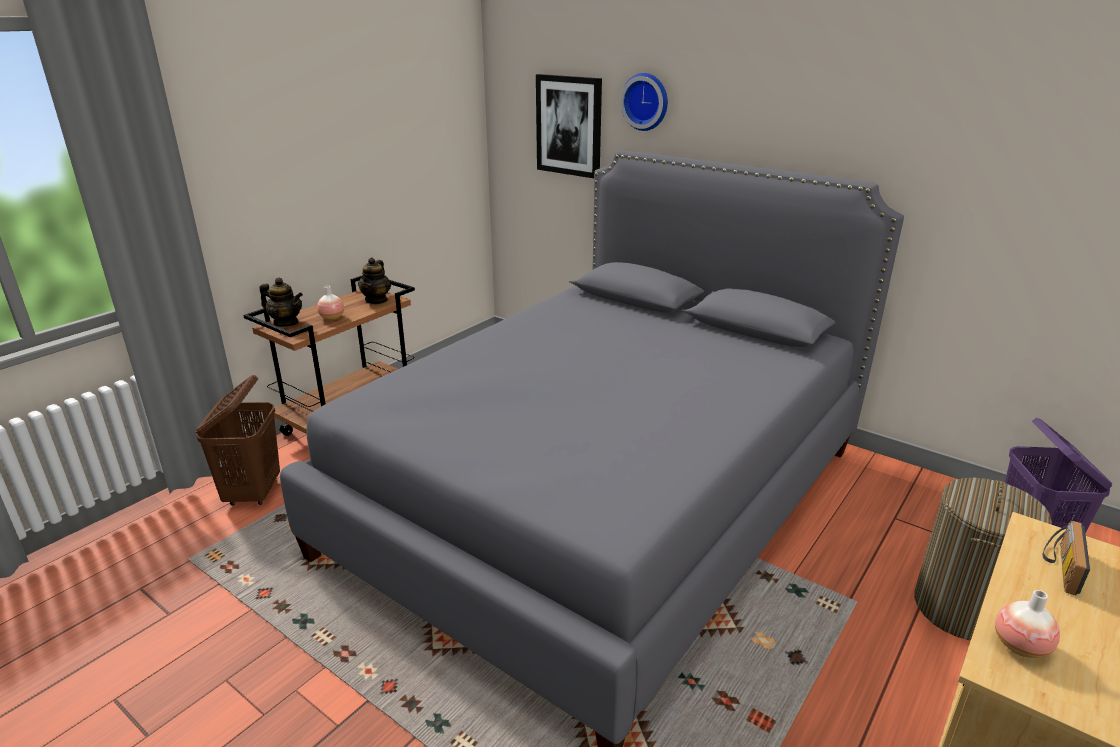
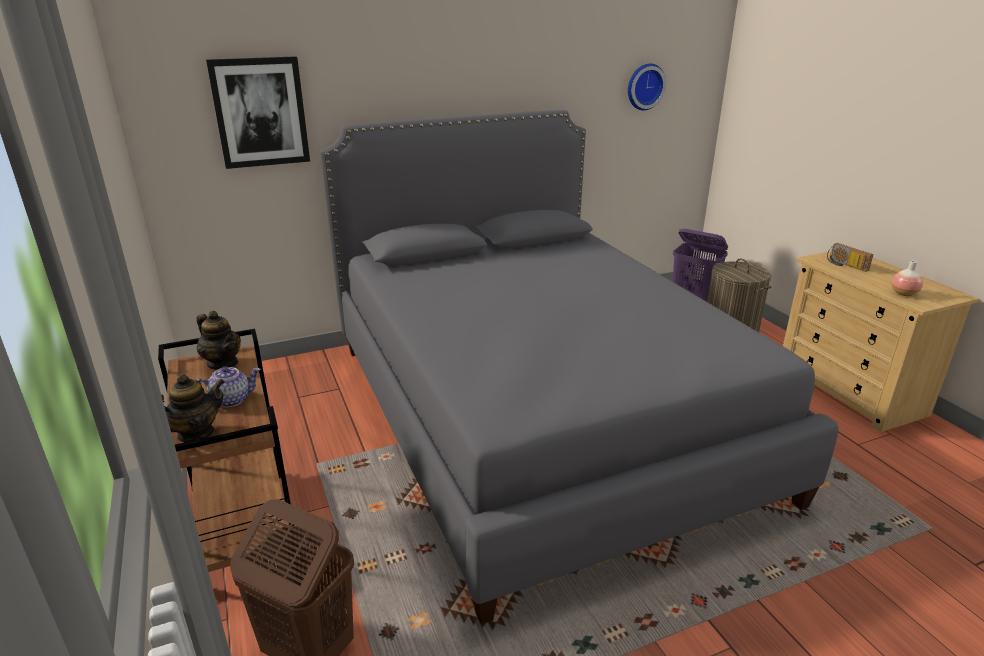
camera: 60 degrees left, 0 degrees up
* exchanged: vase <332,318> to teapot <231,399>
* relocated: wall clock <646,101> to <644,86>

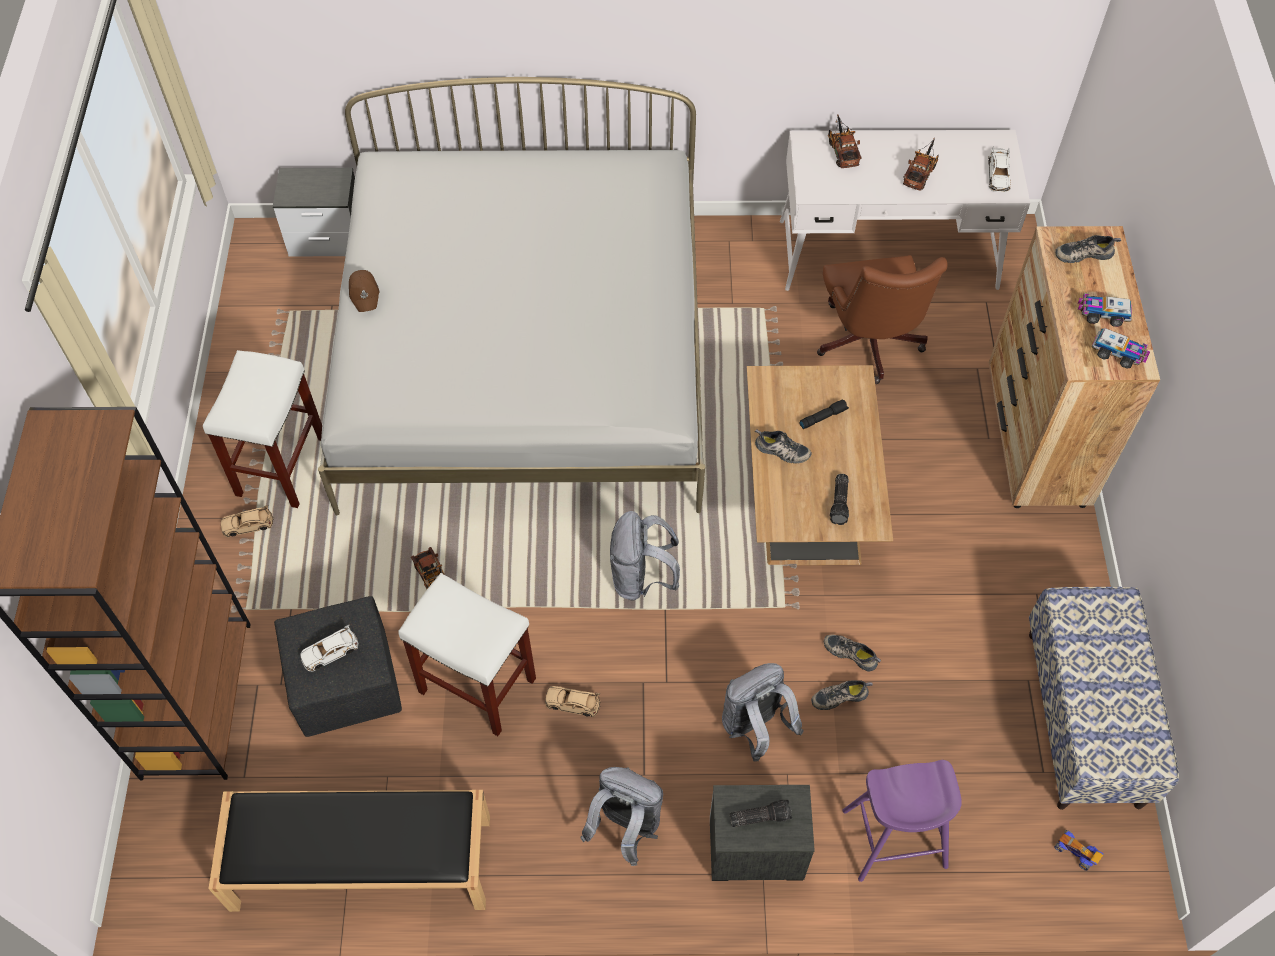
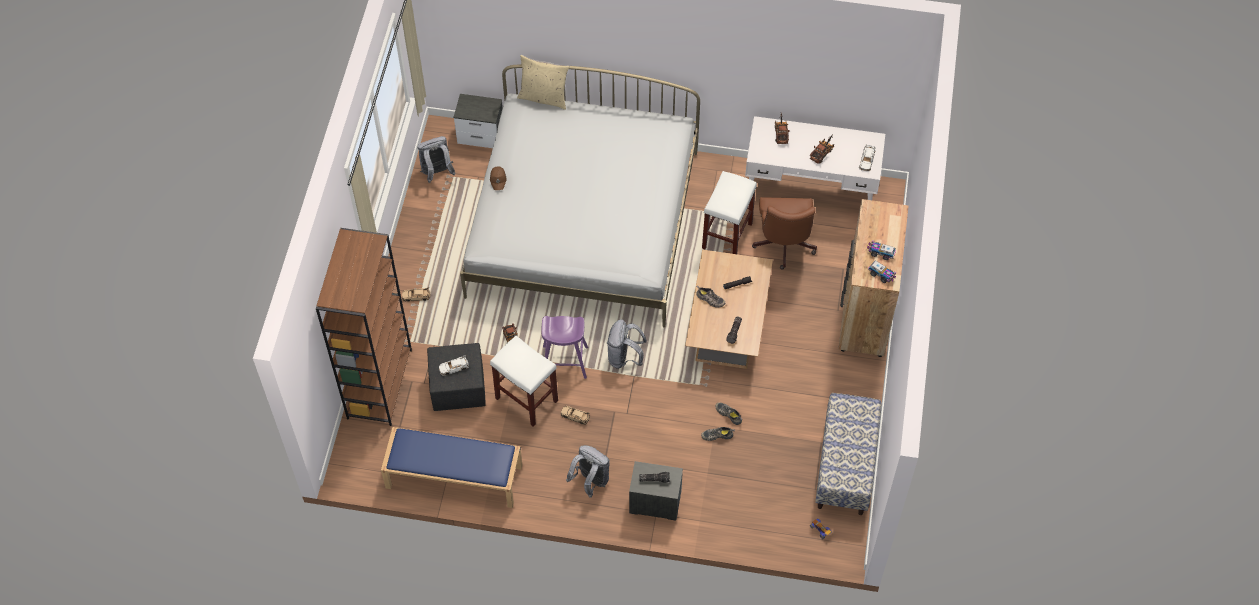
camera: 10 degrees right, 0 degrees up
* colour: black bench <360,864> to blue bench <453,477>
* relocated: grey backpack <755,727> to <437,173>
* appeared: beige pillow <544,97>
* relocated: purple stool <895,838> to <564,362>
* relocated: white stool <281,465> to <727,235>
* missing: shoe <1084,253>

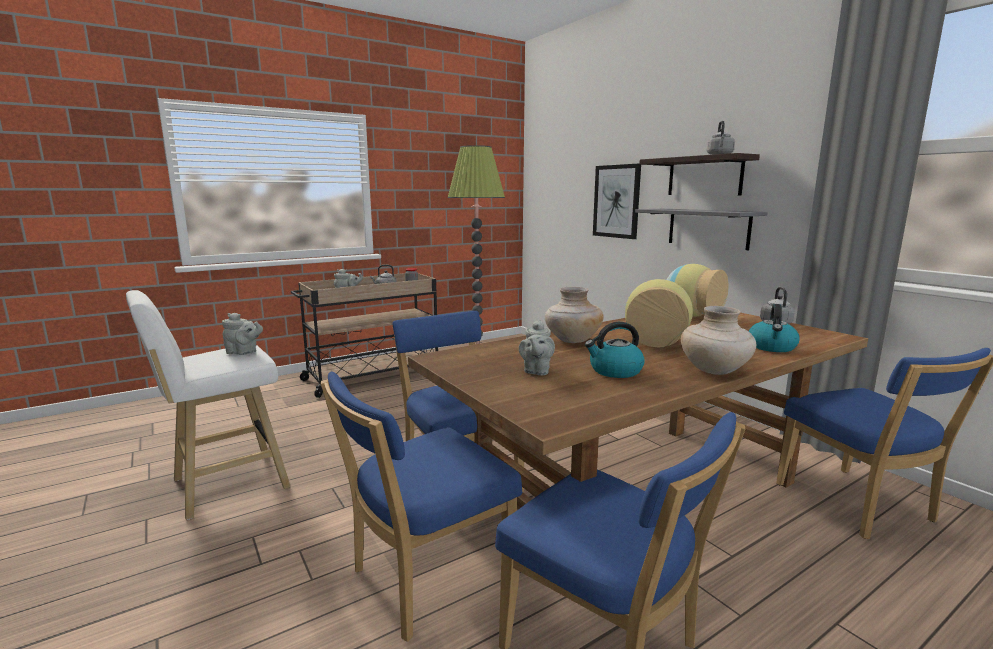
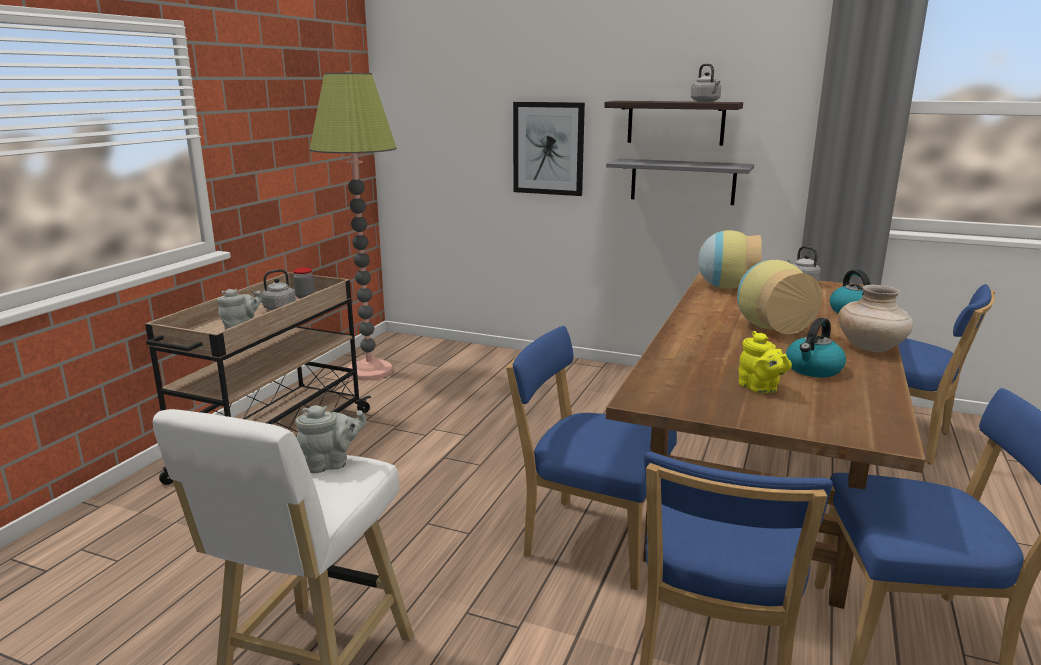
camera: 35 degrees left, 5 degrees up
* colour: grey teapot <536,371> to yellow teapot <760,388>
* missing: beige vase <572,340>

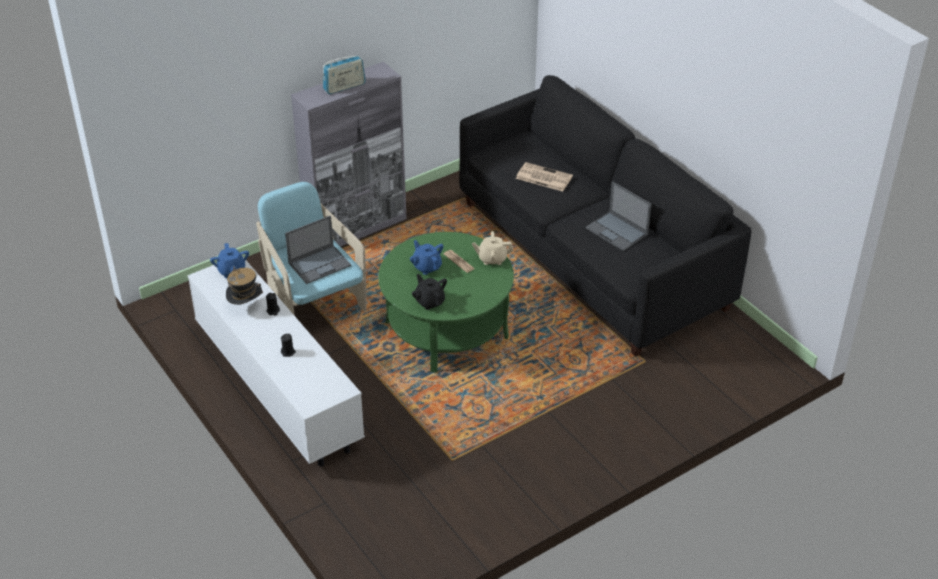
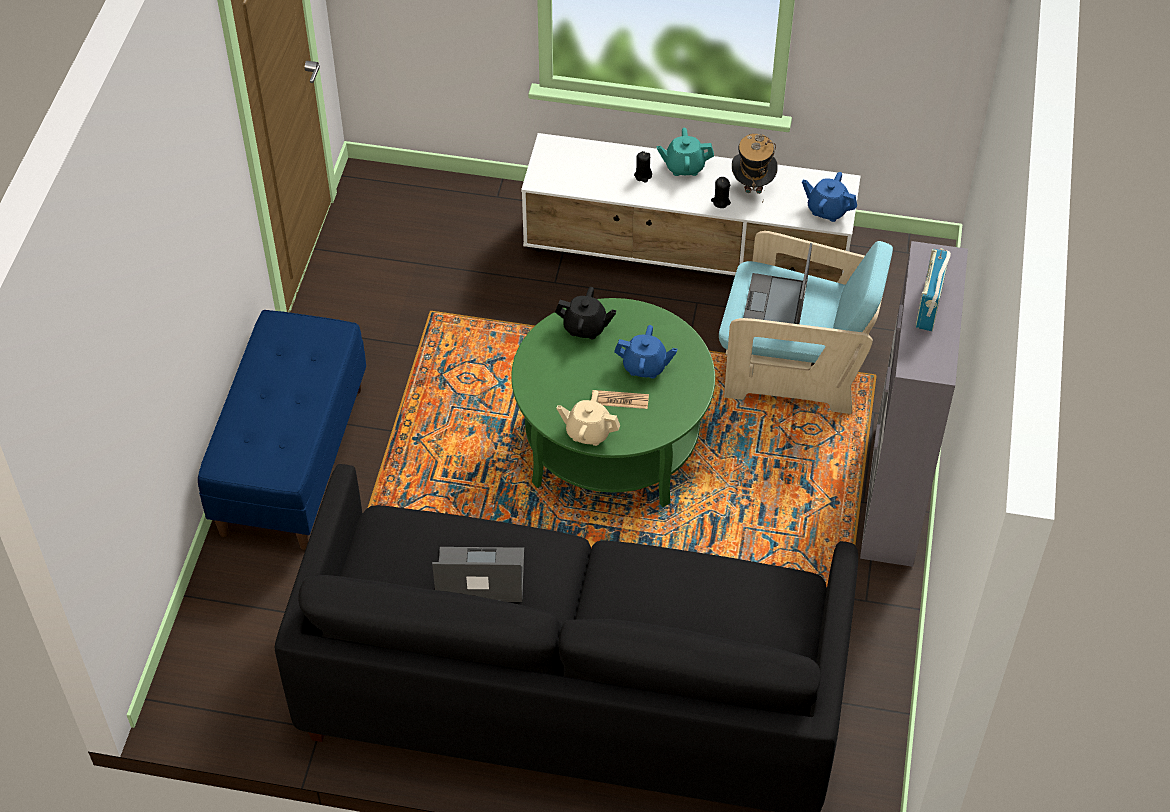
camera: 135 degrees right, 10 degrees up
* appeared: blue bench <291,459>
* spun: beige teapot <492,259> = <588,432> 120 degrees counterclockwise
* appeared: turquoise teapot <684,167>
* missing: newspaper <543,177>

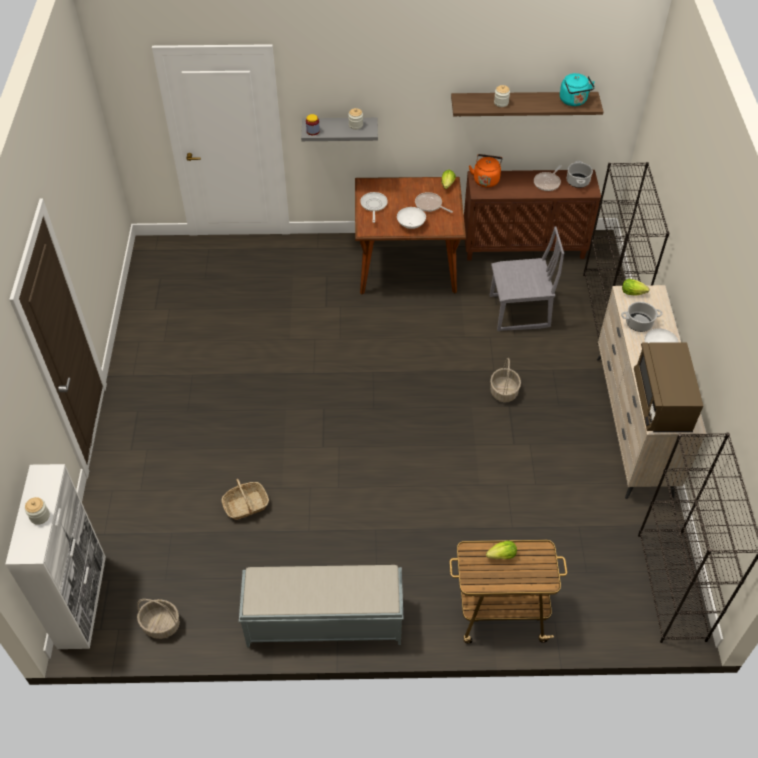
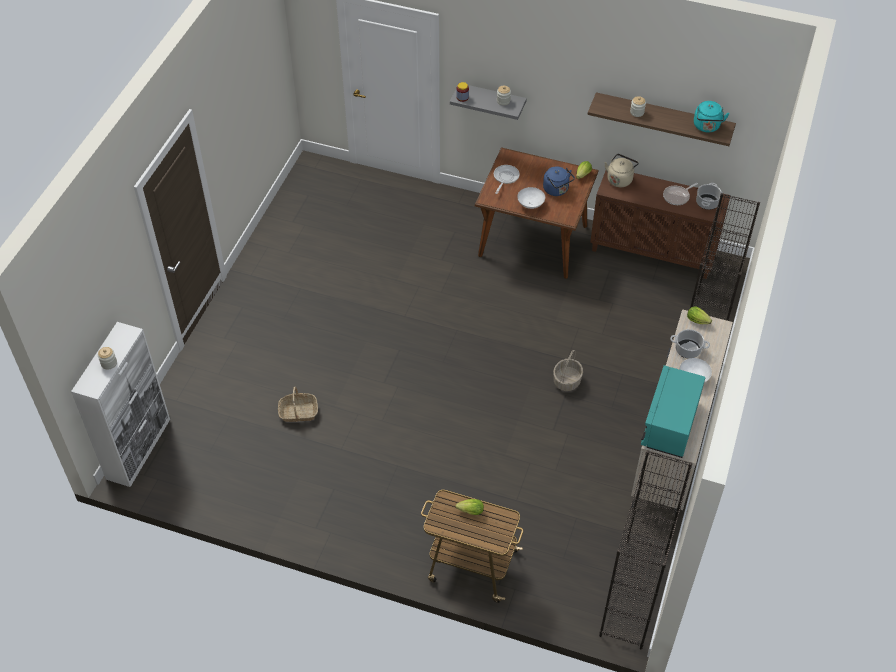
camera: 20 degrees right, 0 degrees up
* exchanged: frying pan <430,205> to blue kettle <557,190>
* colour: orange kettle <486,179> to beige kettle <620,179>
* colour: brown microwave <661,402> to turquoise microwave <670,424>
* missing: basket <160,625>
* missing: grey bench <323,622>
* missing: grey chair <519,312>

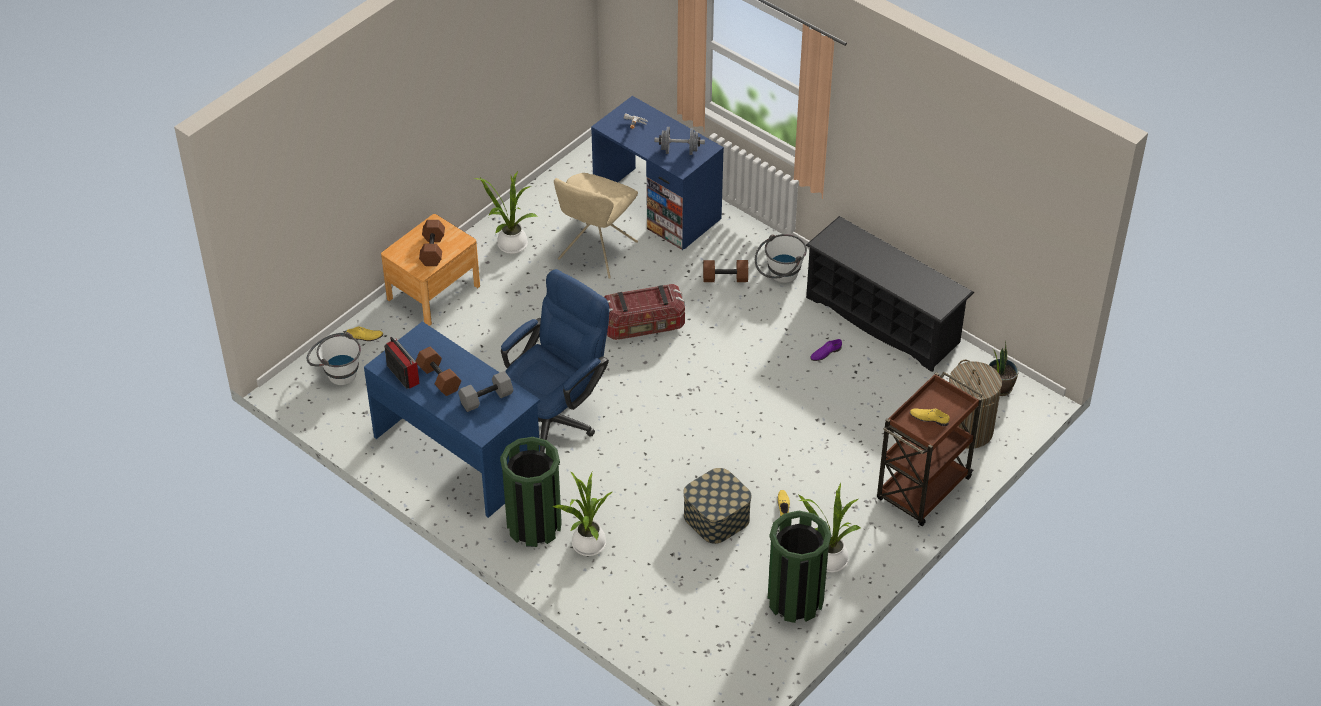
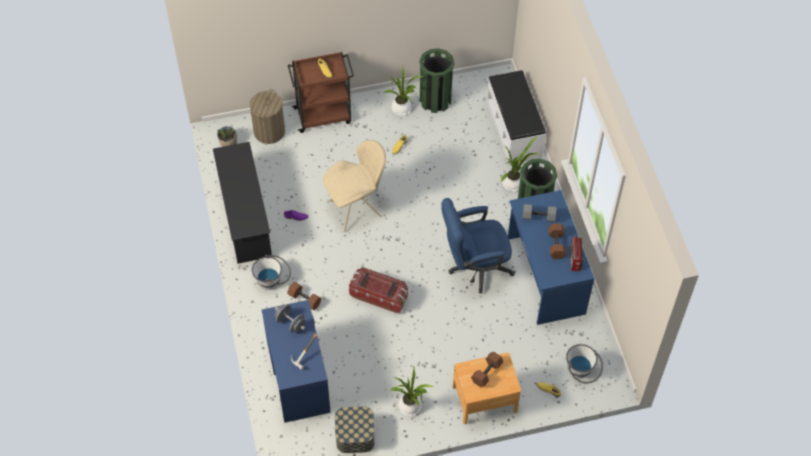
camera: 145 degrees left, 10 degrees up
* relocated: beige chair <596,252> to <356,208>
* relocated: storage box <716,517> to <355,435>
* appeared: white bench <514,130>

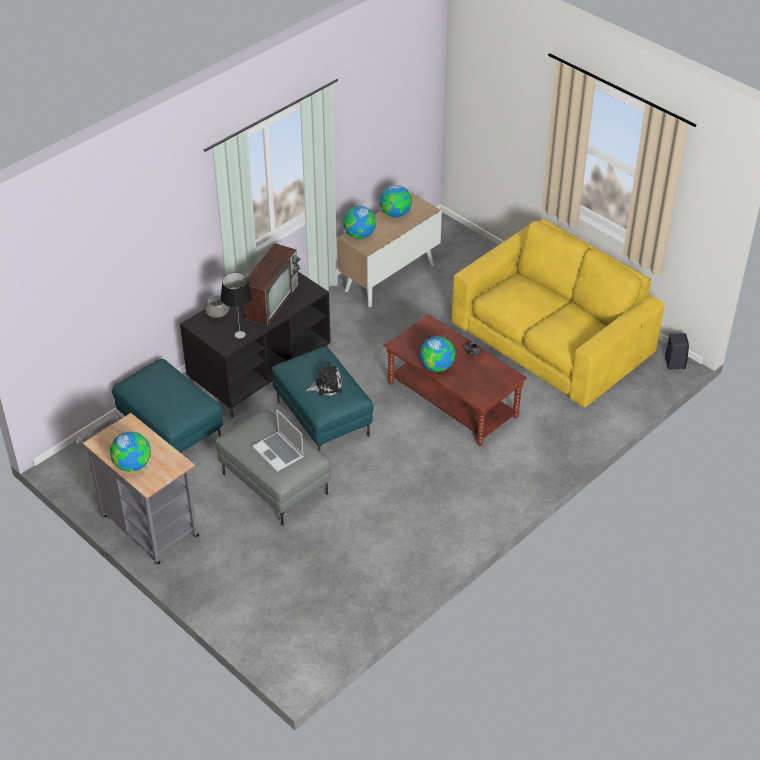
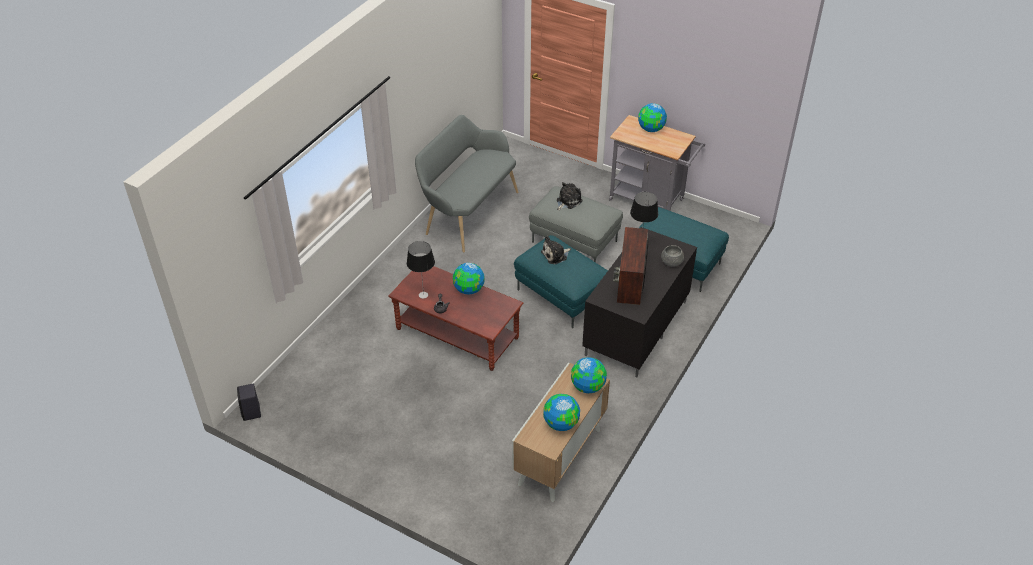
camera: 165 degrees right, 0 degrees up
* appeared: table lamp <423,294>
* appeared: grey bench <467,212>
* exchanged: laptop <279,452> to plush toy <567,201>
* missing: yellow sofa <553,340>

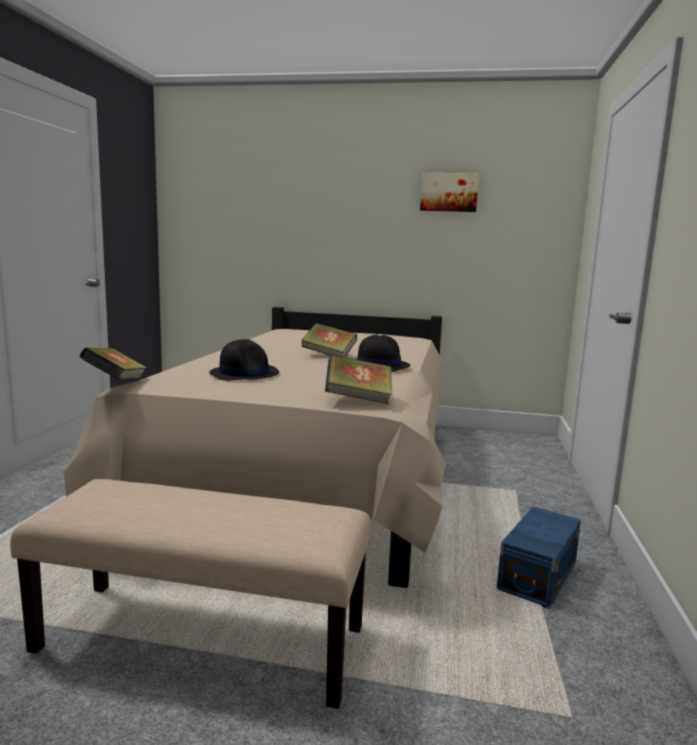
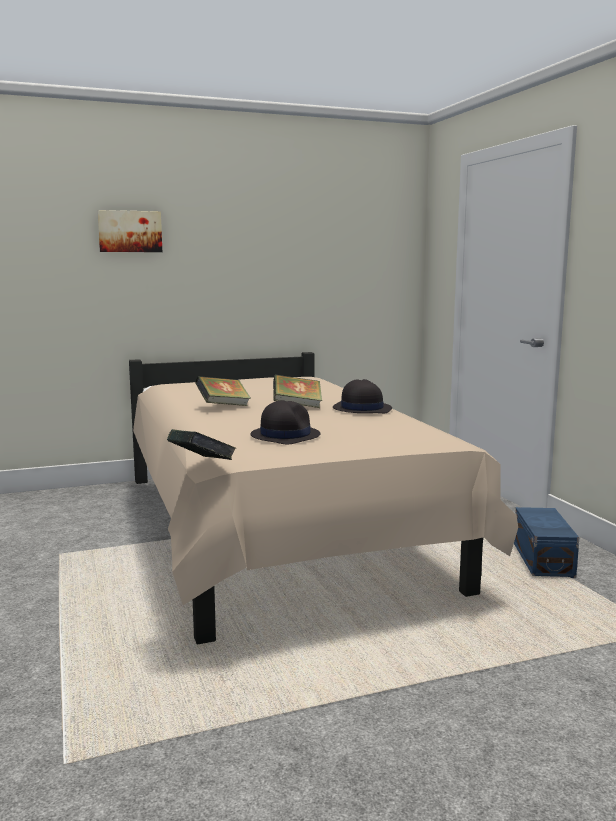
camera: 30 degrees left, 0 degrees up
* relocated: picture <449,192> to <130,231>
* relocated: book <358,399> to <223,406>
* missing: beige bench <204,639>

